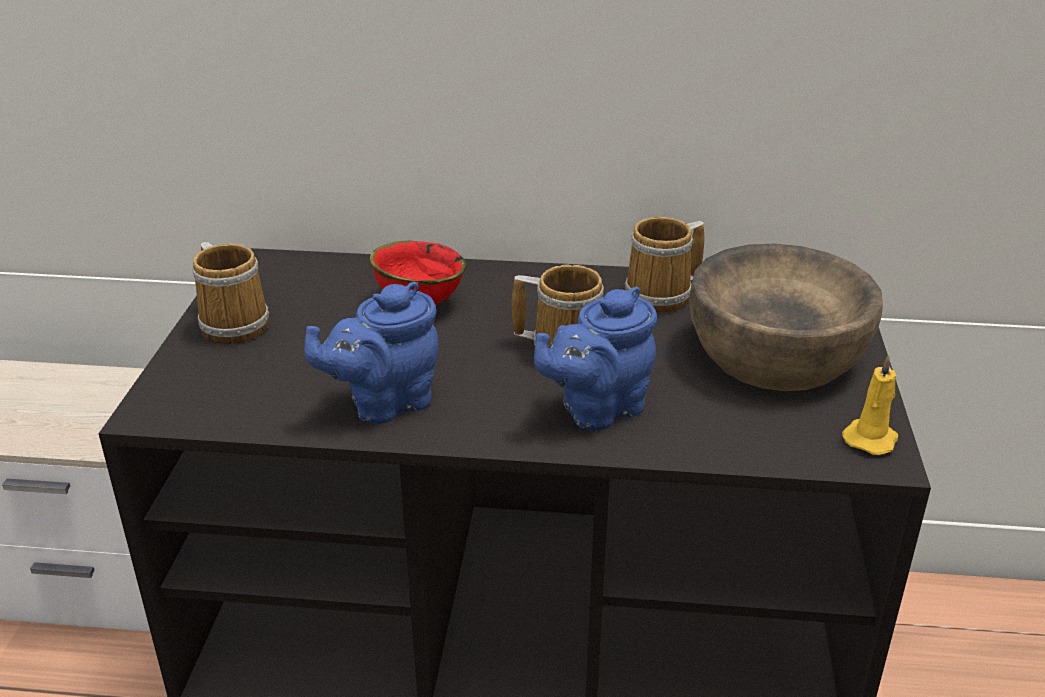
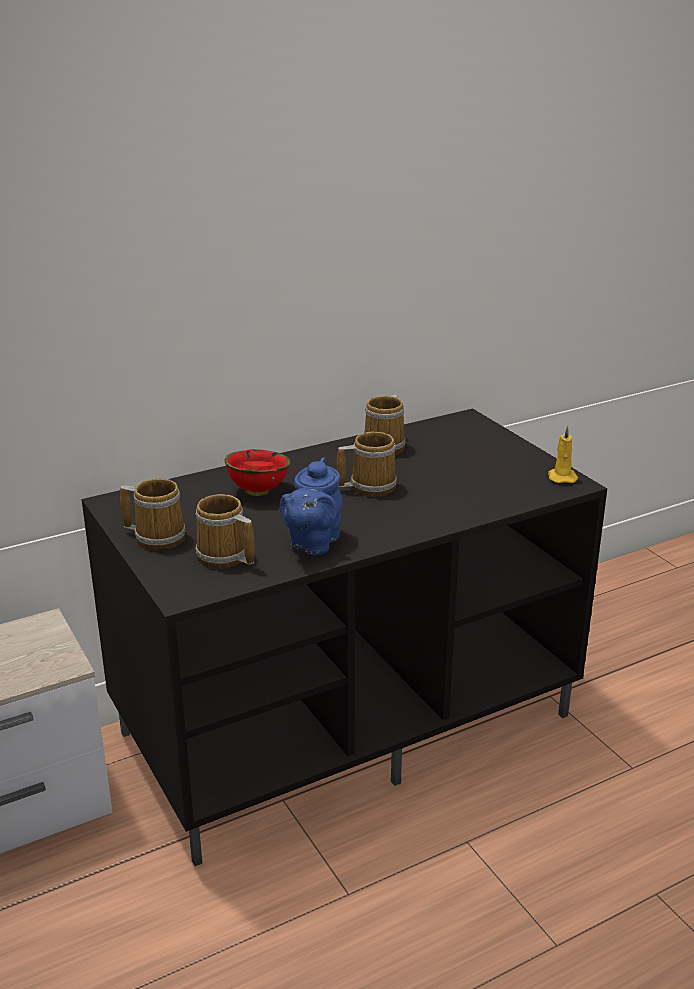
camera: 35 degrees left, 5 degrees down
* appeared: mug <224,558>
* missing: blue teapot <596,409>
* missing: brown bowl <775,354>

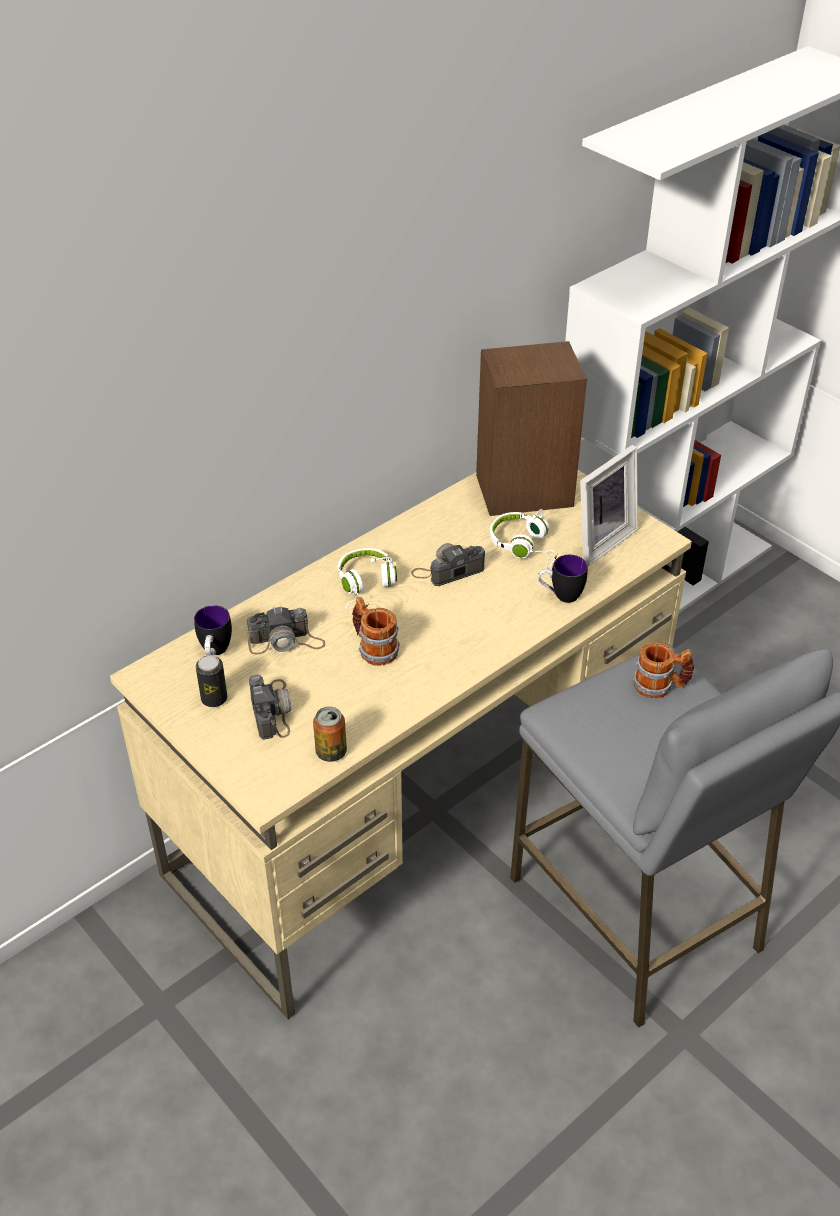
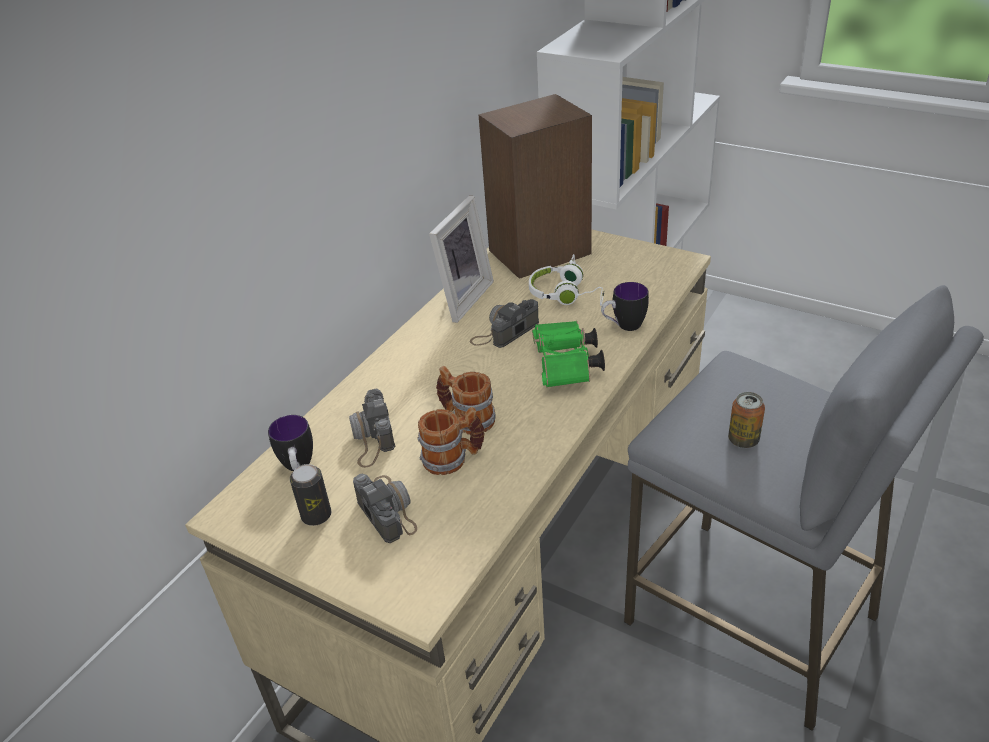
camera: 15 degrees left, 5 degrees down
* spun: photo camera <286,641> = <372,437> 105 degrees clockwise
* relocated: mug <660,686> to <453,458>
* relocated: picture frame <599,540> to <460,299>
* appeared: green binoculars <566,367>
* relocated: can <331,752> to <743,440>
* missing: white headphones <366,586>

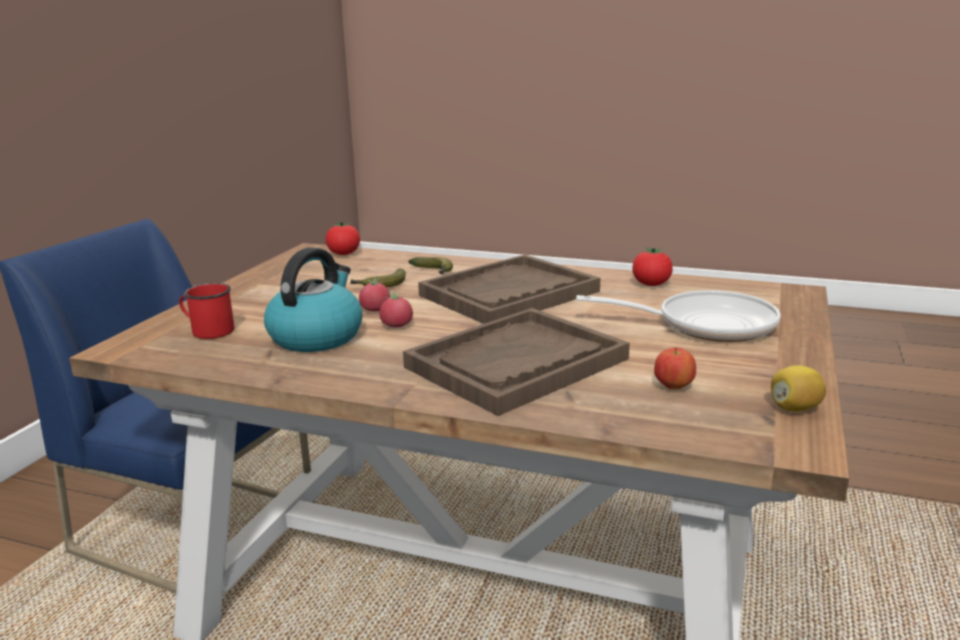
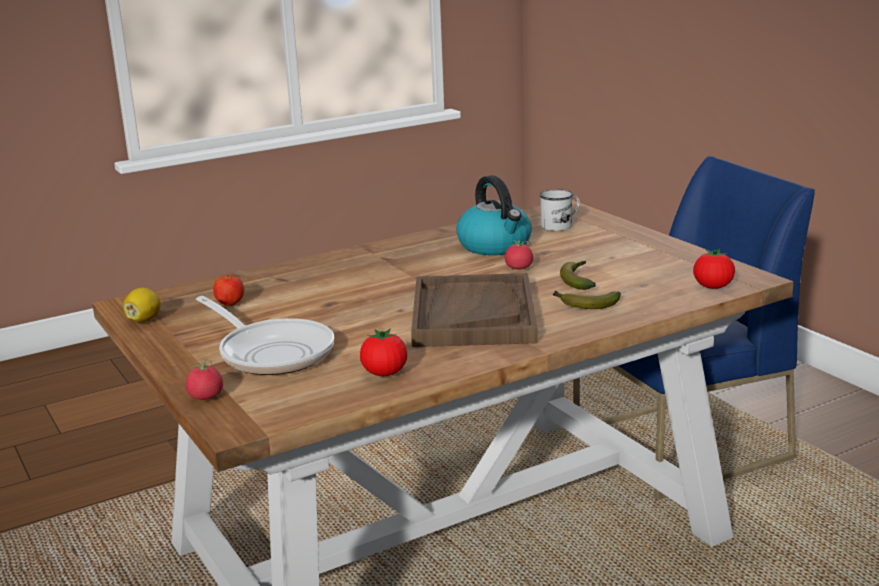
camera: 130 degrees right, 0 degrees up
* relocated: tomato <397,325> to <206,397>
* spun: frying pan <705,324> = <272,352> 90 degrees counterclockwise
* colour: red mug <207,330> to white mug <560,225>
* missing: brown tray <516,363>

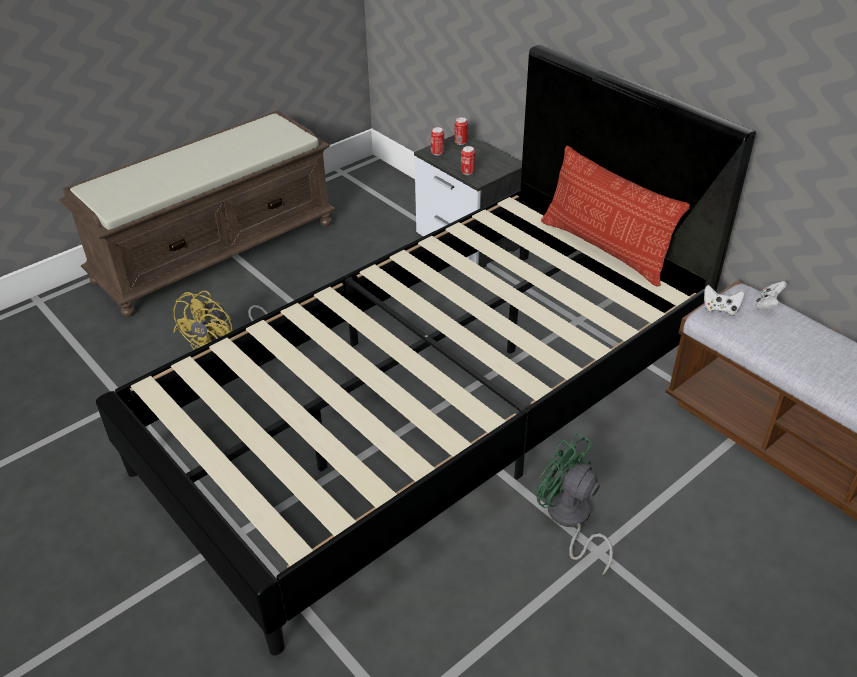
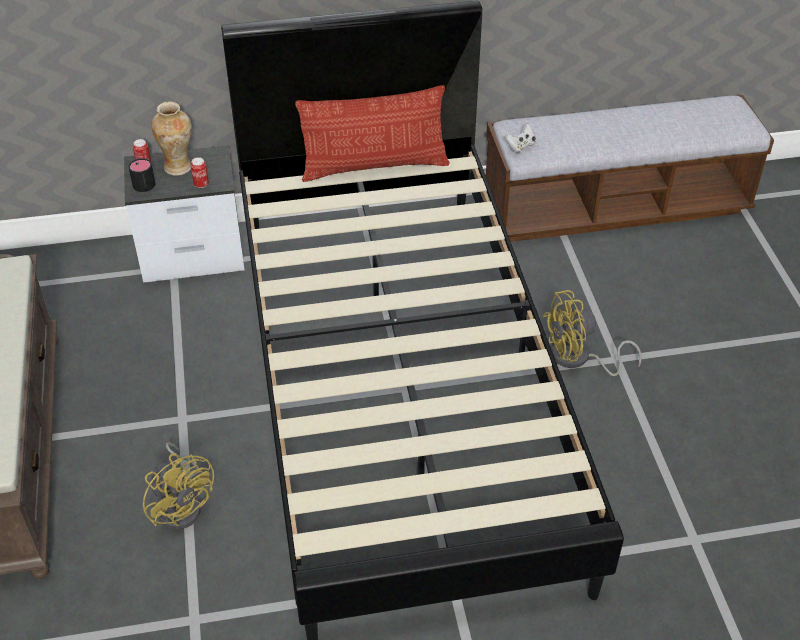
camera: 60 degrees left, 5 degrees up
* exchanged: can <437,153> to black mug <145,188>
* appeared: vase <178,167>
* colour: green fan <569,520> to yellow fan <578,359>
* missing: white game controller <767,304>

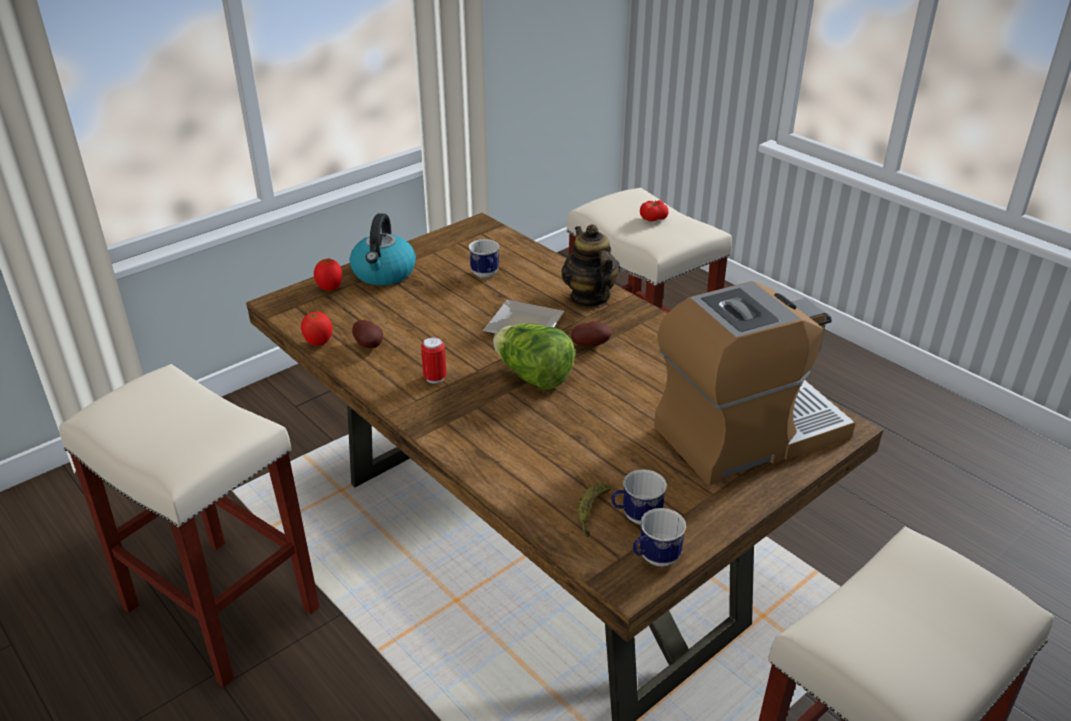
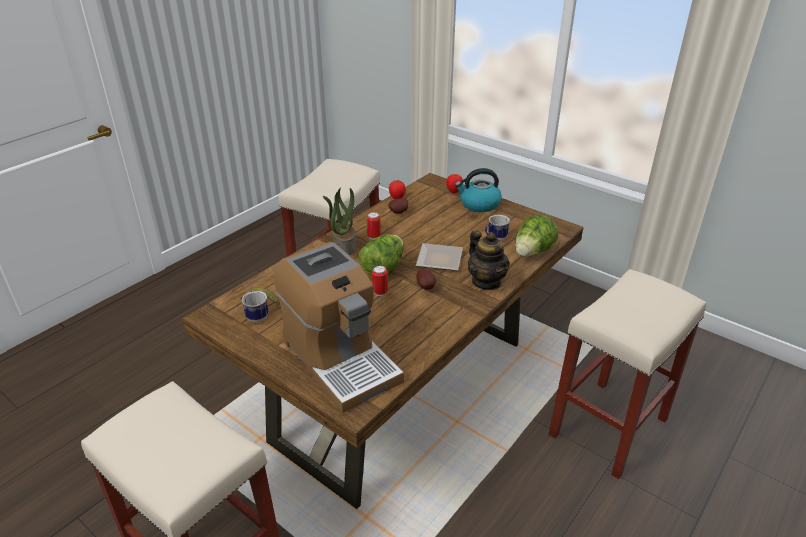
camera: 80 degrees right, 0 degrees up
* appeared: potted plant <344,245>
* appeared: can <380,292>
* spun: teapot <589,297> = <486,282> 90 degrees clockwise
* appeared: lettuce <532,252>
* missing: mug <654,559>
* missing: tomato <653,218>

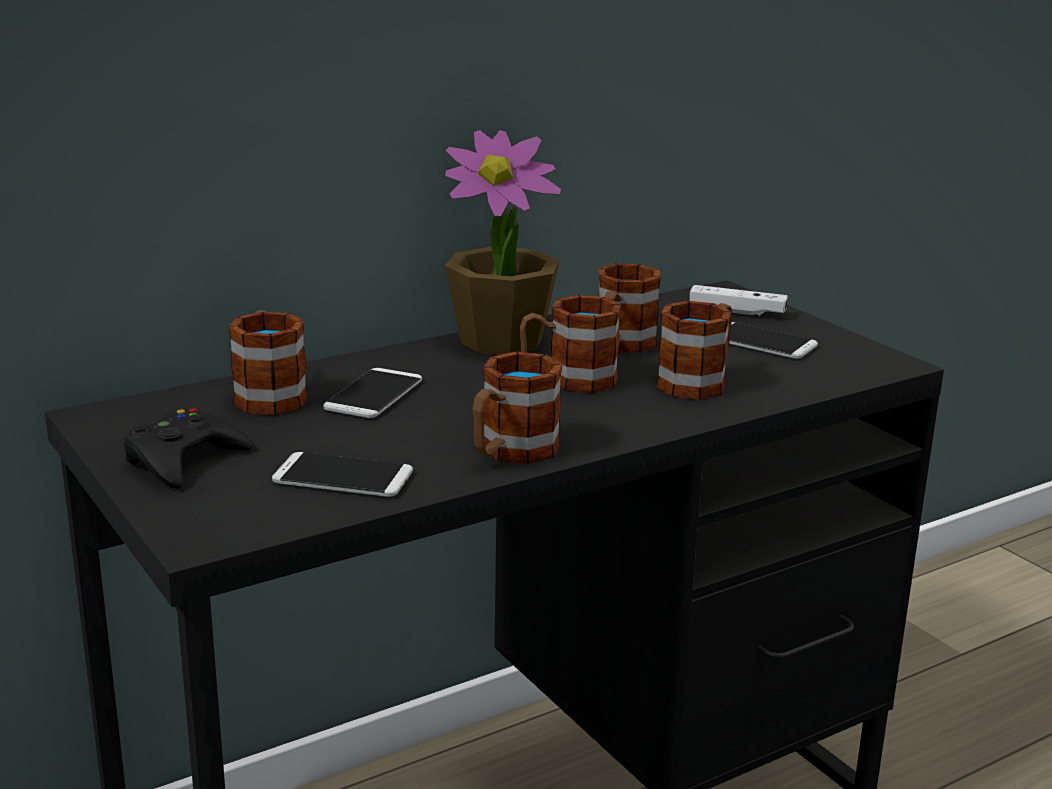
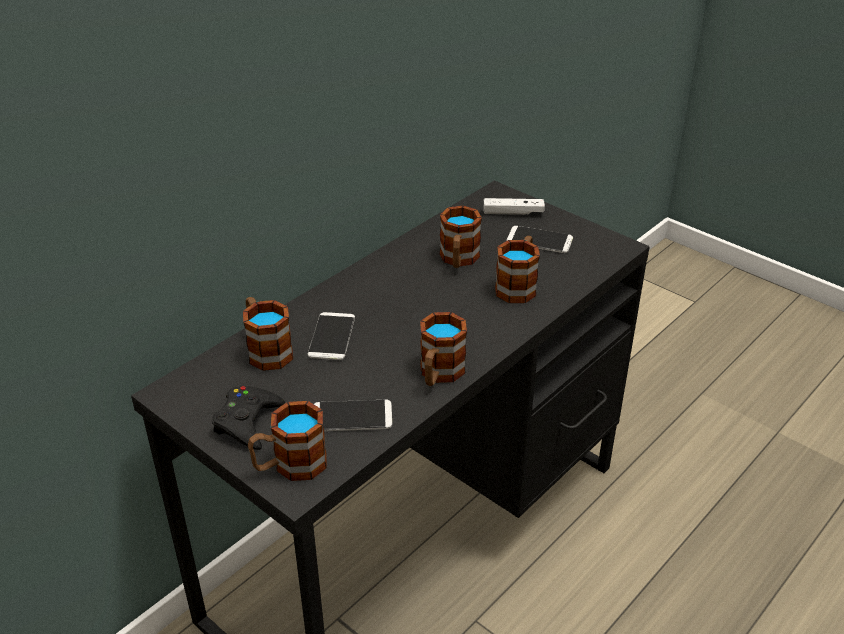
camera: 15 degrees left, 15 degrees up
* relocated: mug <568,380> to <290,466>
* missing: potted plant <502,341>

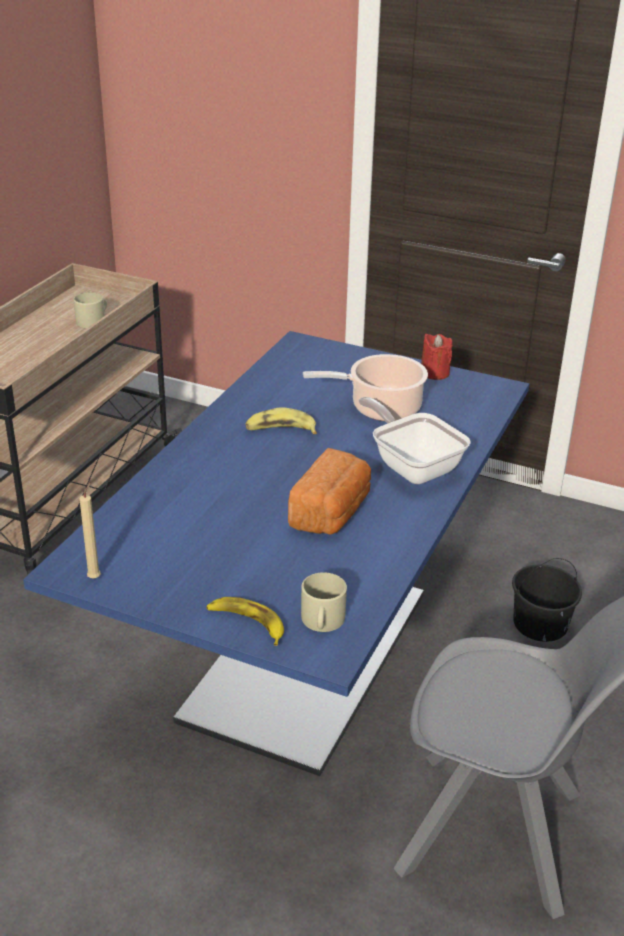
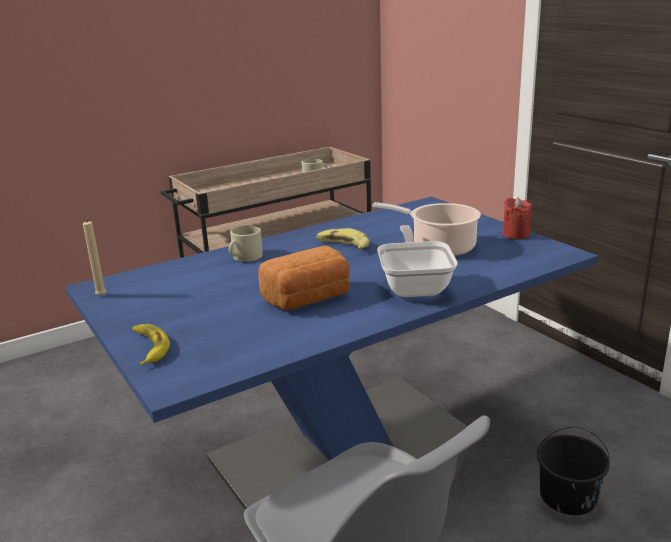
camera: 35 degrees right, 10 degrees down
* relocated: beige mug <322,621> to <244,257>

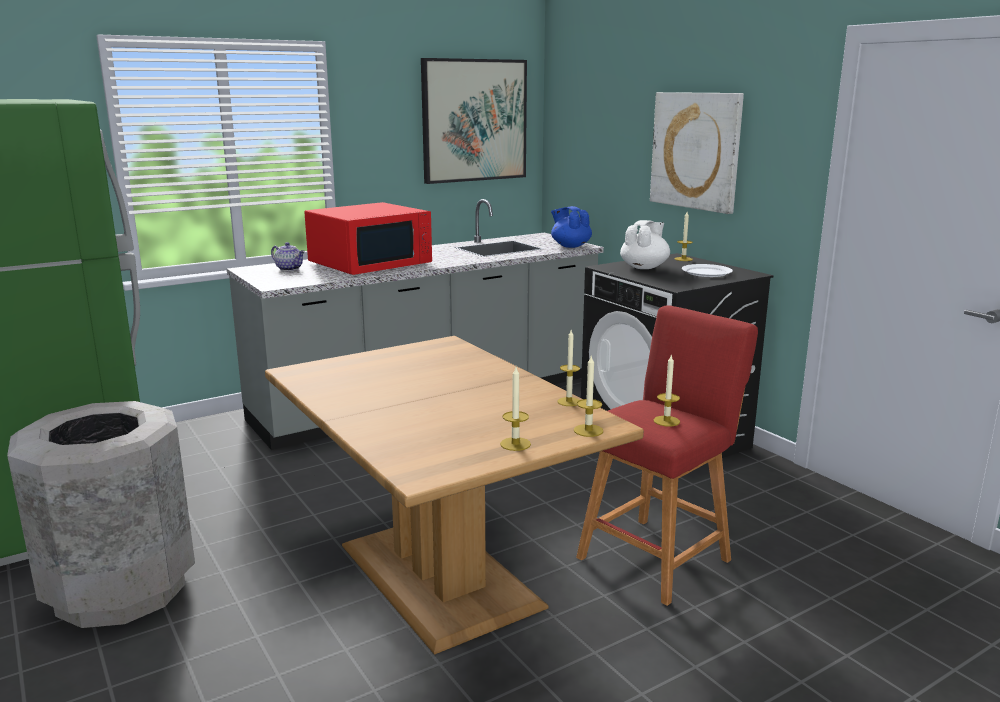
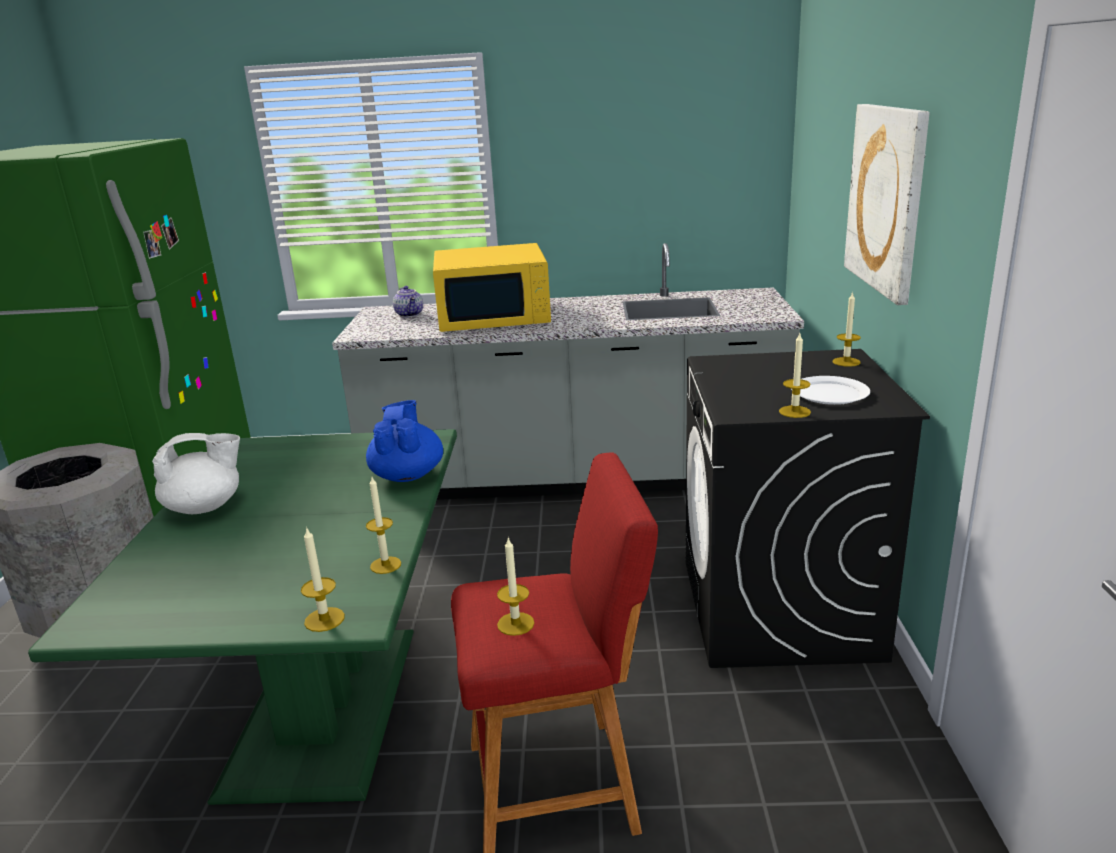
camera: 35 degrees right, 5 degrees up
* colour: brown dining table <441,574> to green dining table <327,707>
* relocated: white teapot <644,267> to <205,507>
* relocated: blue teapot <570,246> to <407,475>
* colour: red microwave <371,263> to yellow microwave <494,316>
* relocated: candle <515,444> to <794,412>
* missing: picture <474,120>

